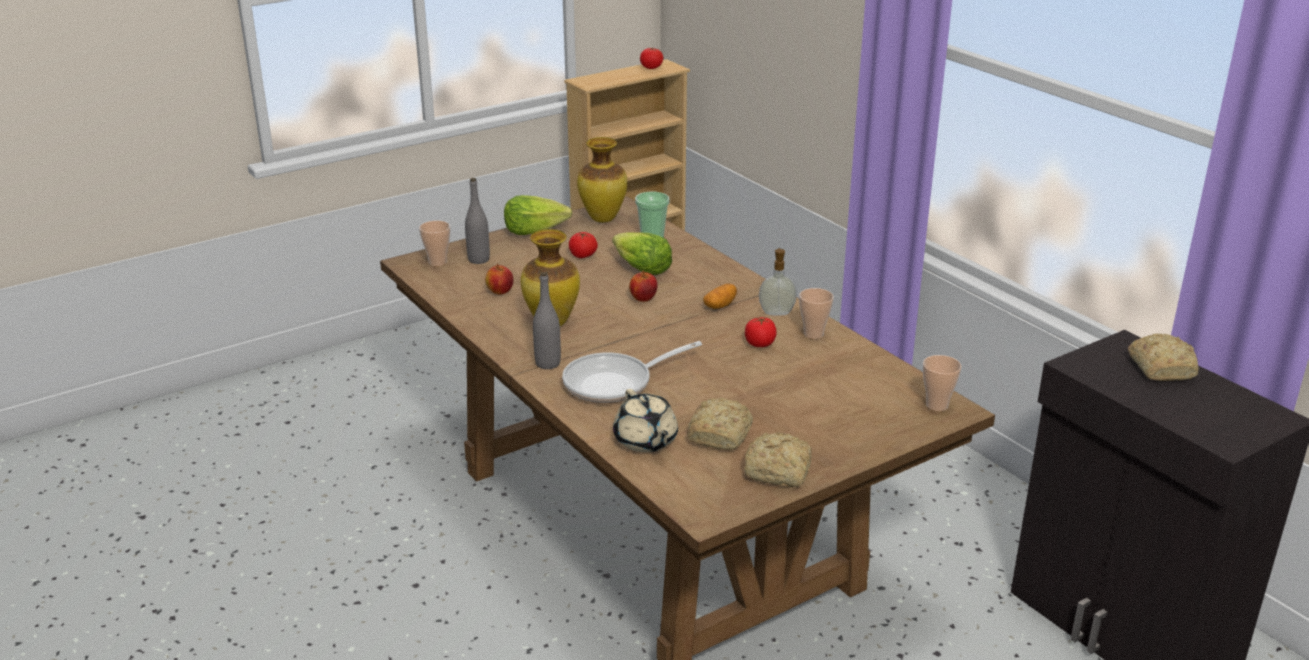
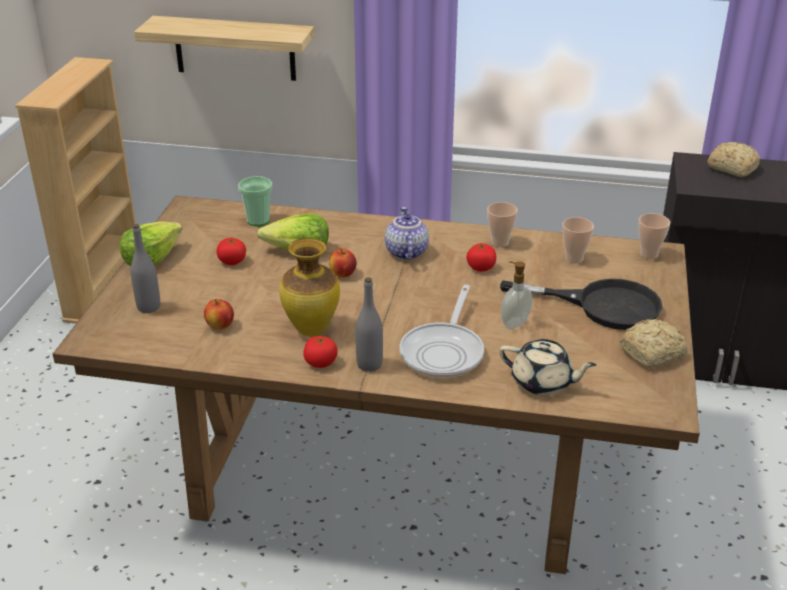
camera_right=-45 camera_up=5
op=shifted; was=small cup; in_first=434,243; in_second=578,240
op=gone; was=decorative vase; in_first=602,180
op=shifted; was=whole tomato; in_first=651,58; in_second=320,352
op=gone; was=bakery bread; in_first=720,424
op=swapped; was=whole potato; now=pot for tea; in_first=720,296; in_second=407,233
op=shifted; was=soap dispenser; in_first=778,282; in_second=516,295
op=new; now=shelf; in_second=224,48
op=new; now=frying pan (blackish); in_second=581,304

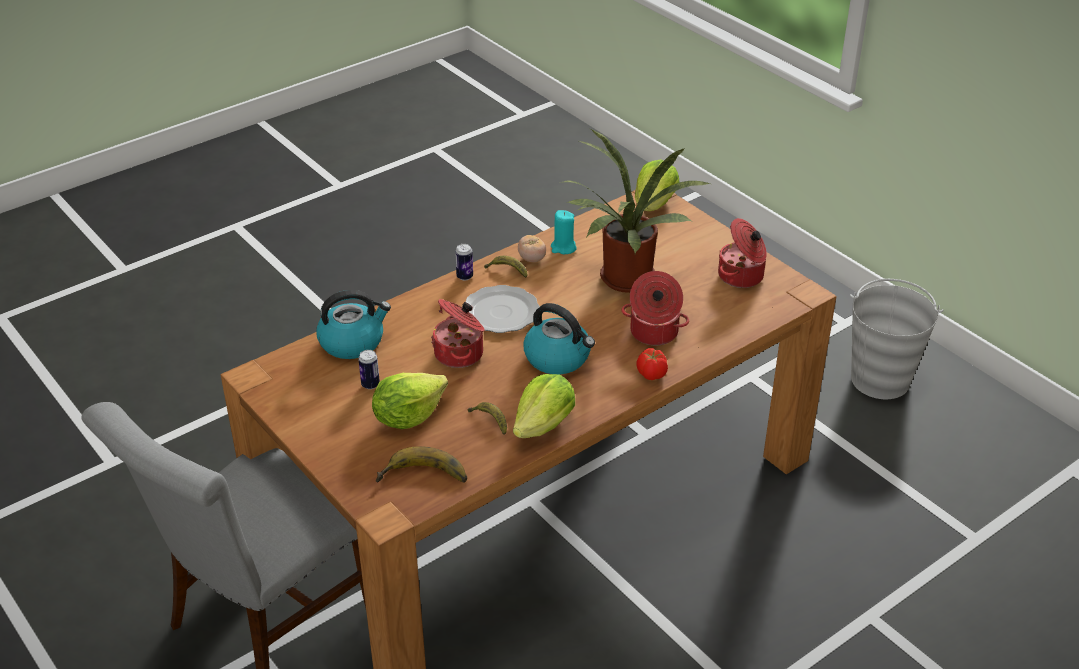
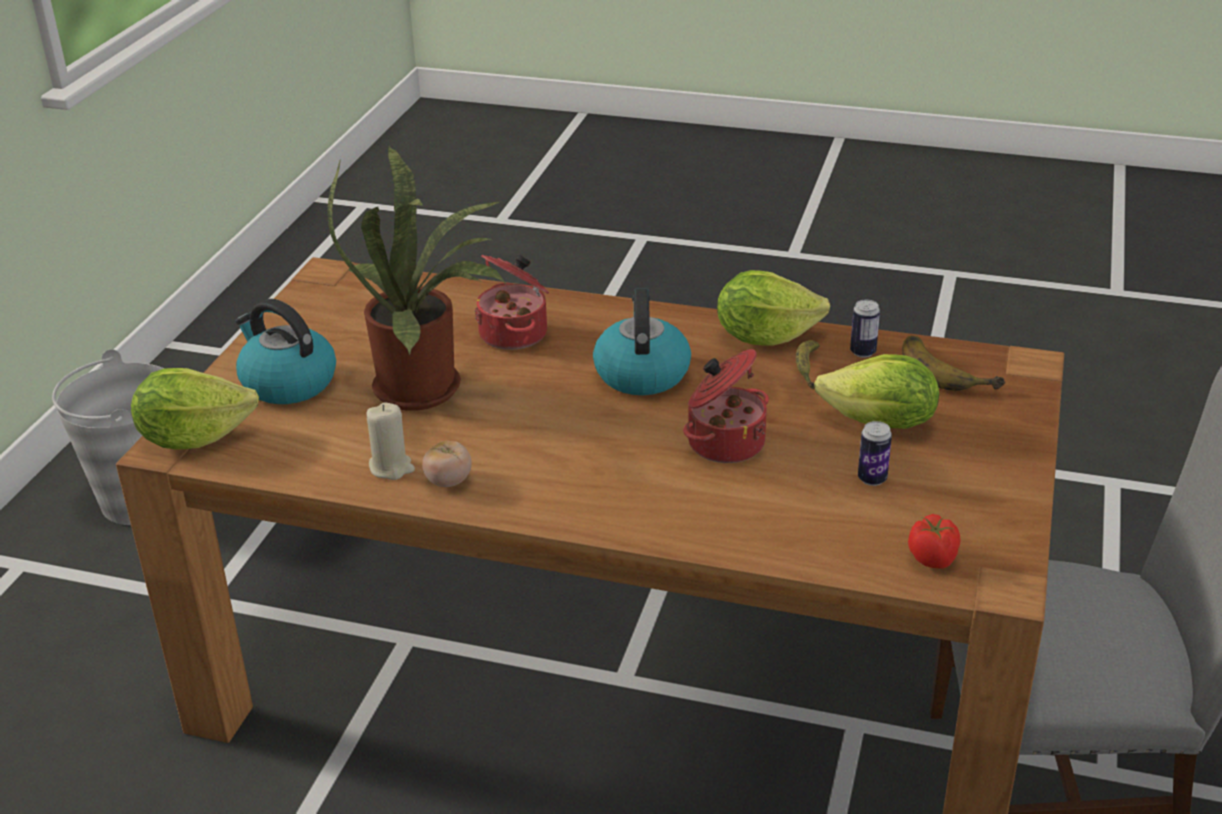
camera_right=-125 camera_up=-5
op=shifted; was=tea kettle; in_first=353,324; in_second=285,351
op=shifted; was=metal can; in_first=464,262; in_second=865,328
op=gone; was=dinner plate; in_first=501,309
op=gone; was=whole banana; in_first=505,267
op=repainted; was=candle (turquoise); now=candle (beige); in_first=564,232; in_second=390,441
op=shifted; was=whole tomato; in_first=652,364; in_second=934,541
op=gone; was=saucepot; in_first=742,253

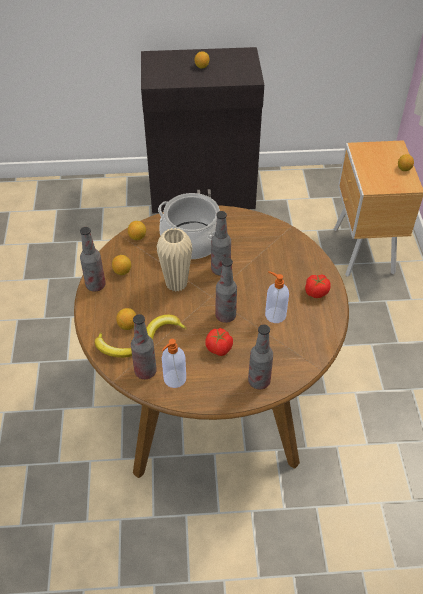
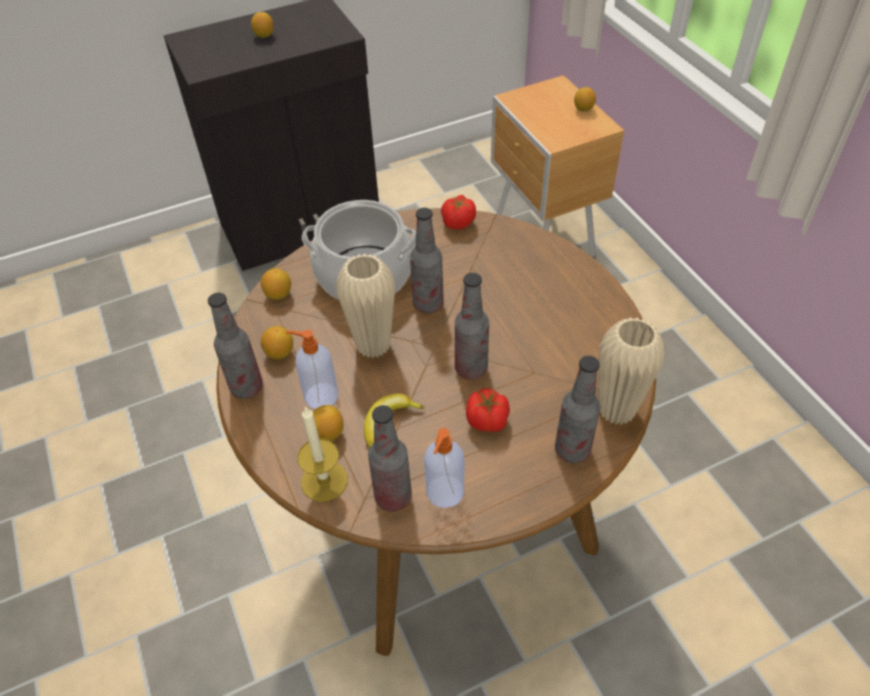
camera_right=-20 camera_up=0
op=swapped; was=whole banana; now=candle; in_first=113,345; in_second=322,454
op=shifted; was=soap dispenser; in_first=277,297; in_second=312,369
op=shifted; was=whole tomato; in_first=318,286; in_second=458,212
op=new; now=decorative vase (beige); in_second=632,371

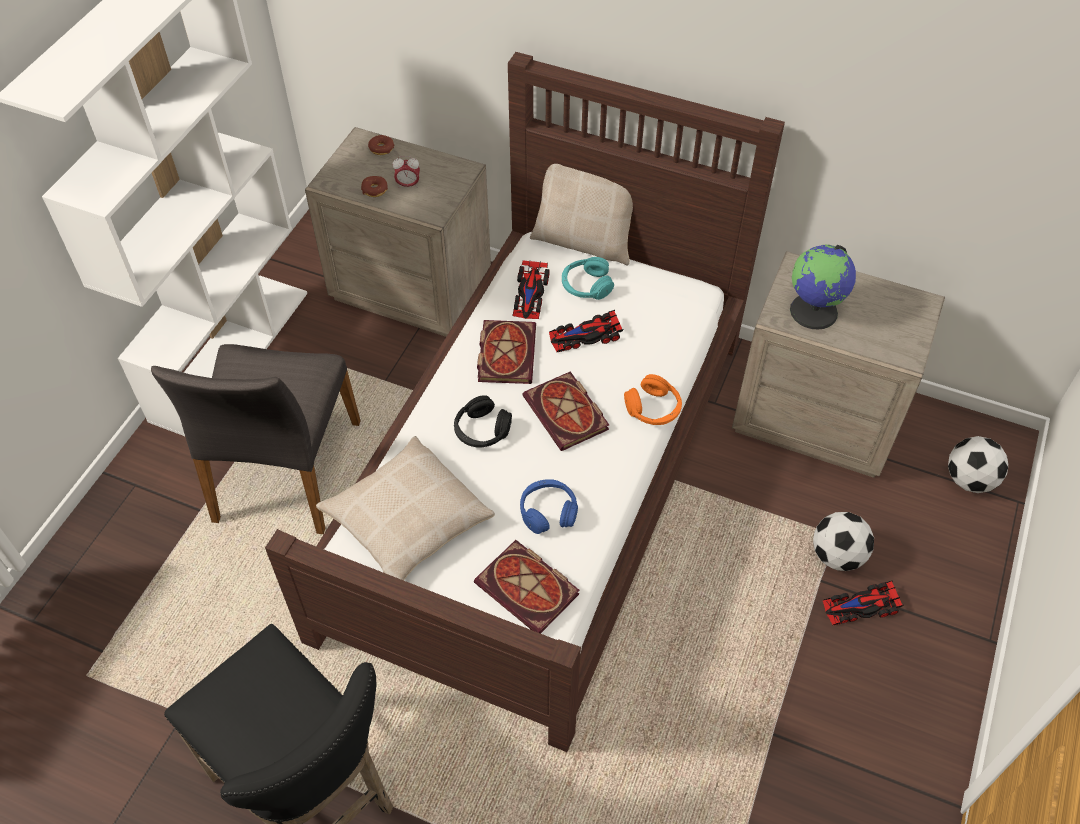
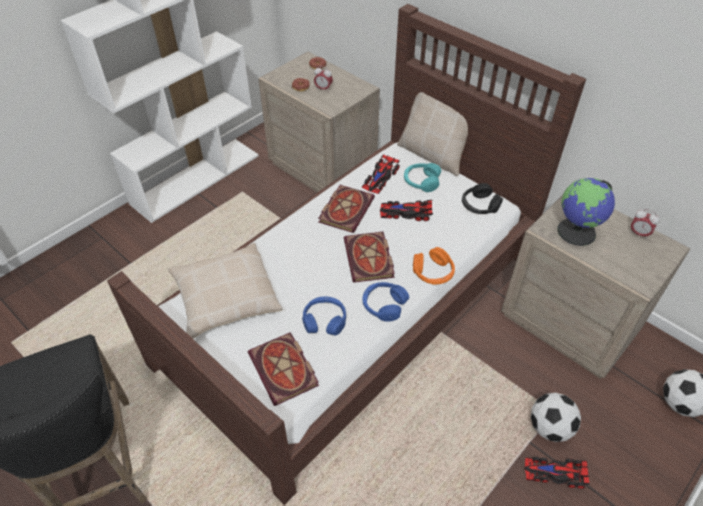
camera_right=20 camera_up=-5
op=gone; was=plain chair (grey); in_first=256,439
op=shifted; was=pair of headphones (blackish); in_first=483,421; in_second=482,198
op=new; now=pair of headphones (blue-coloured); in_second=385,302
op=new; now=bedside clock; in_second=645,223

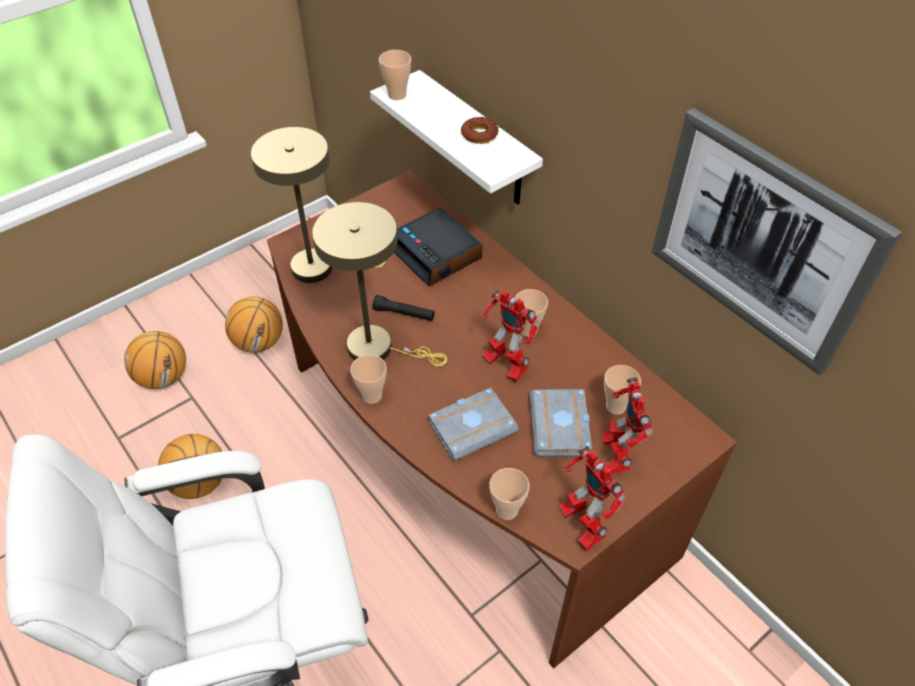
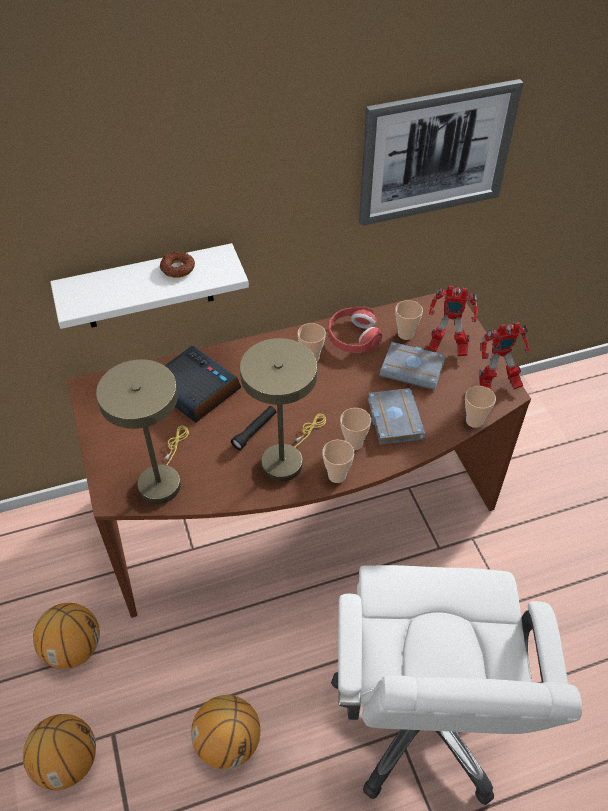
camera_right=-70 camera_up=0
op=shifted; was=small cup; in_first=395,75; in_second=355,429
op=rotated; was=bedside clock; in_first=438,247; in_second=202,384; clockwise=-120
op=gone; was=model robot; in_first=510,336
op=new; now=pair of headphones (red); in_second=355,330

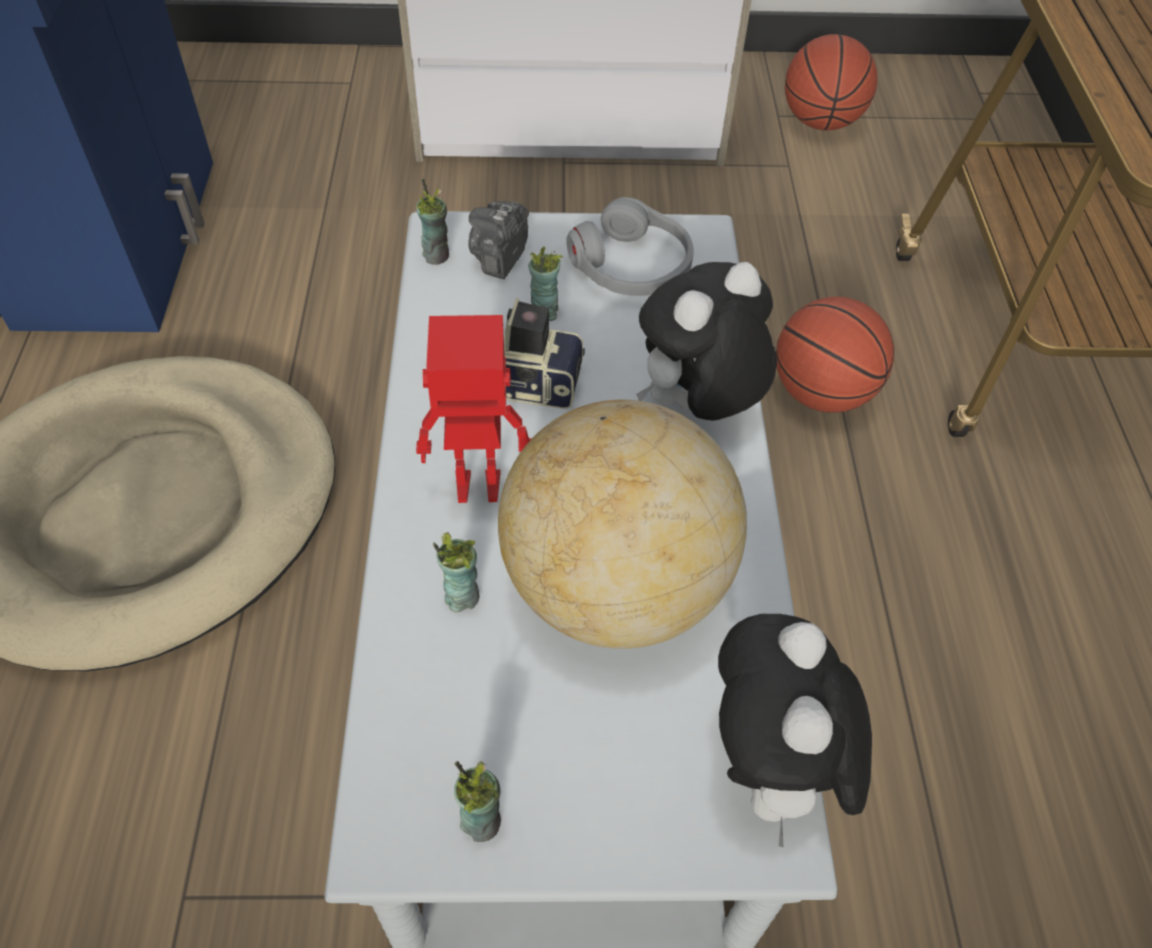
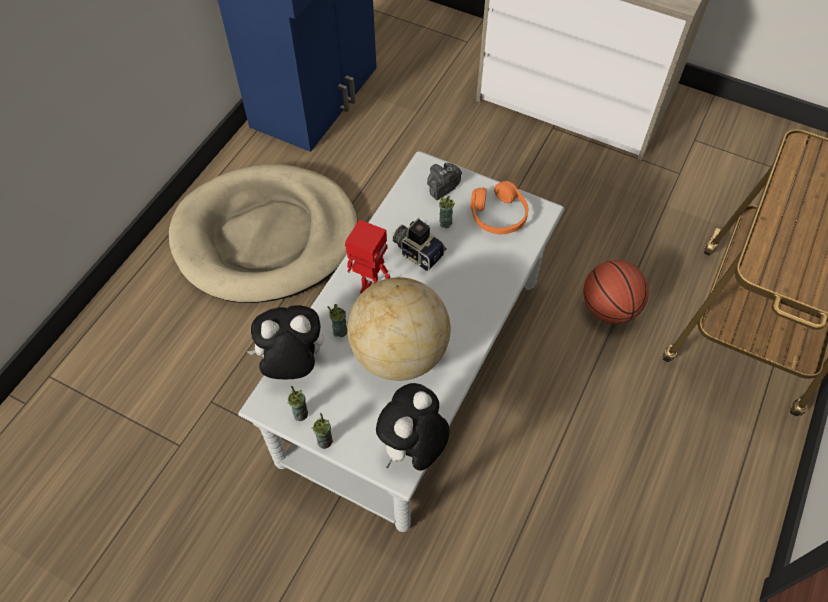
camera_right=30 camera_up=5
op=shifted; was=small cup; in_first=432,222; in_second=322,431
op=repainted; was=pair of headphones (grey); now=pair of headphones (orange); in_first=630,246; in_second=499,207
op=shifted; was=plush toy; in_first=706,341; in_second=285,342
op=gone; was=basketball; in_first=831,82

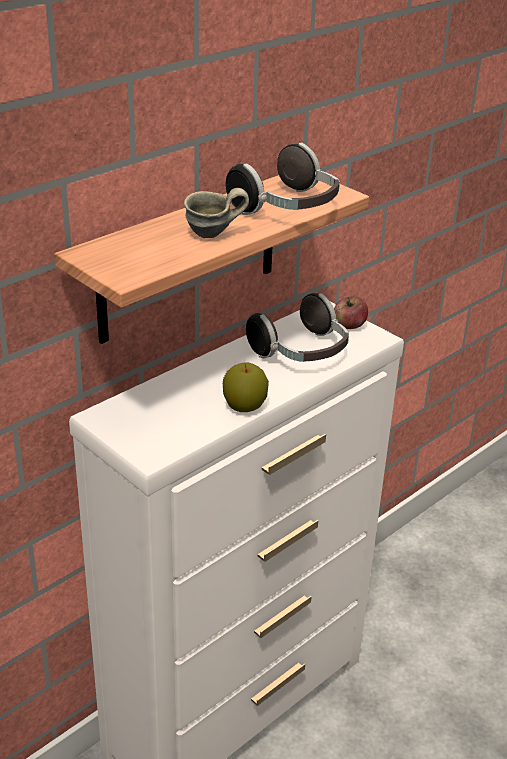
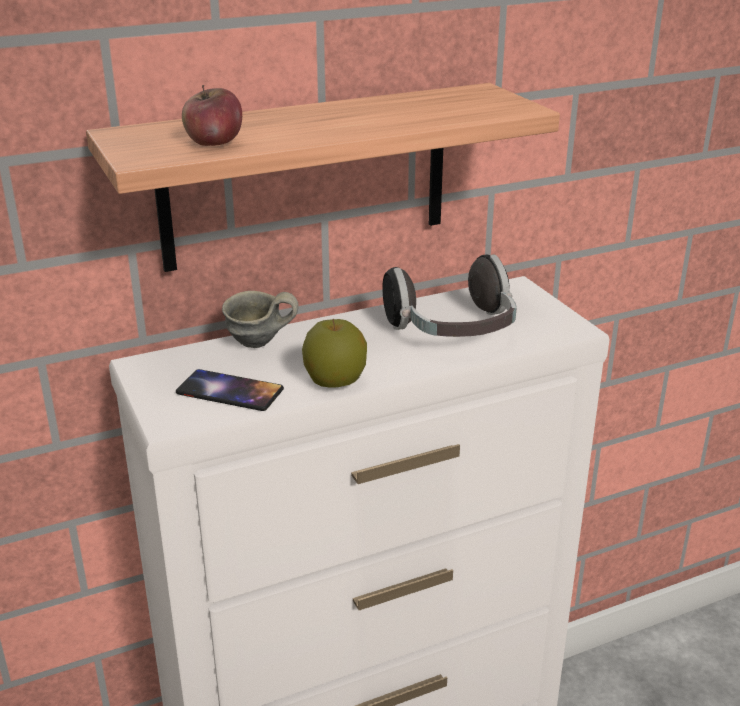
camera_right=20 camera_up=-5
op=shifted; was=mug (grey); in_first=216,213; in_second=260,319
op=gone; was=pair of headphones; in_first=282,179
op=shifted; was=apple fruit; in_first=351,312; in_second=212,115
op=new; now=phone; in_second=230,390

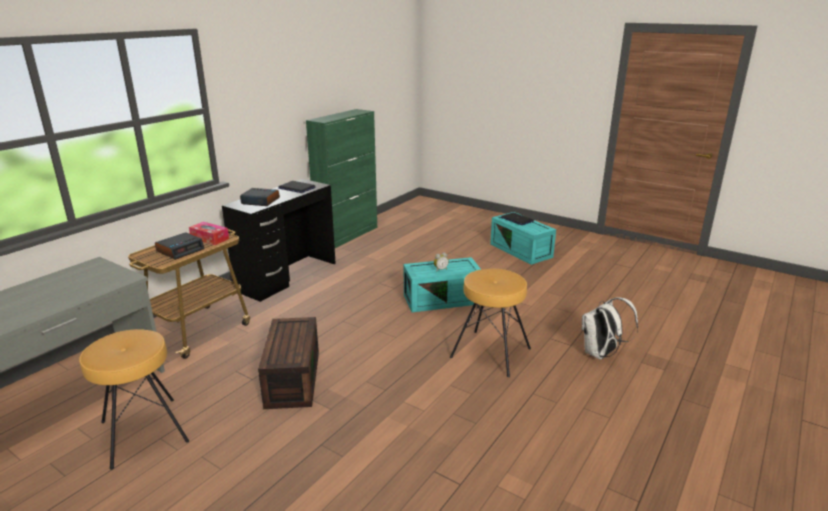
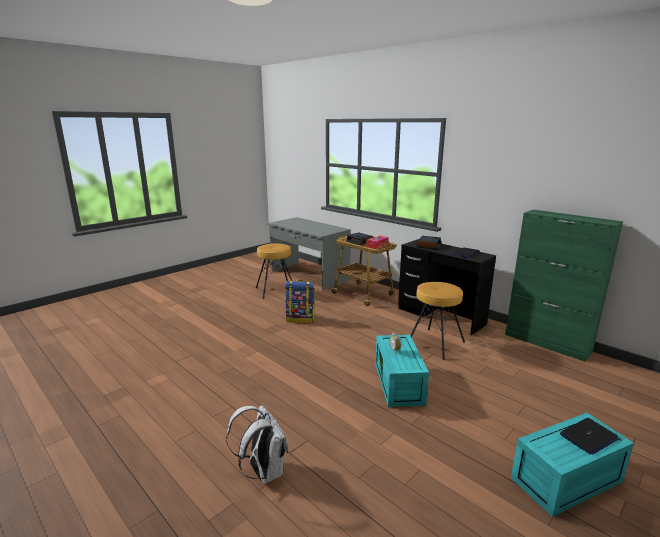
camera_right=100 camera_up=-5
op=swapped; was=storage bin (brown-coloured); now=knapsack; in_first=288,363; in_second=300,301
op=shifted; was=sitting stool (brown-coloured); in_first=490,323; in_second=437,321

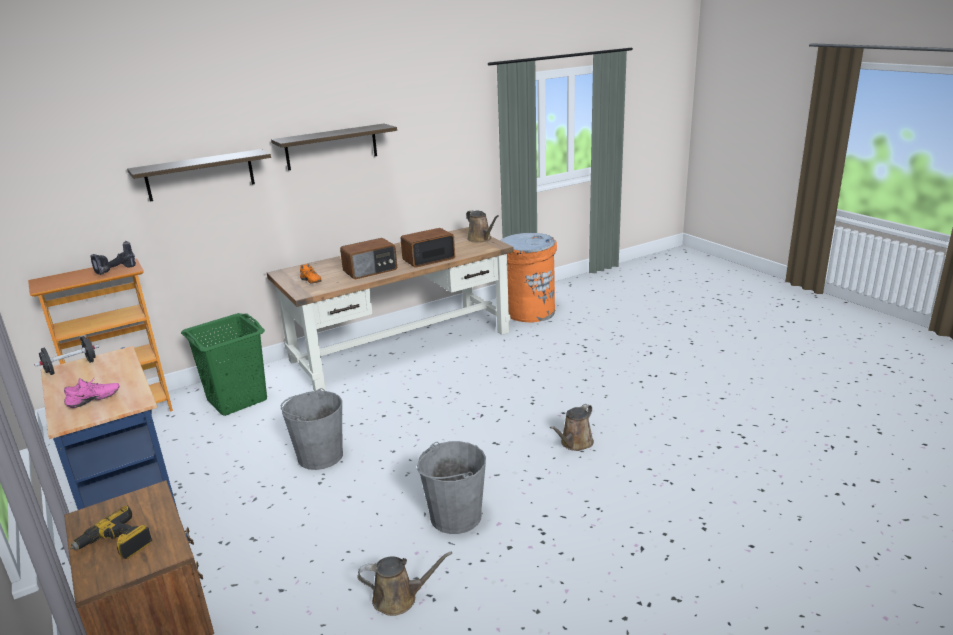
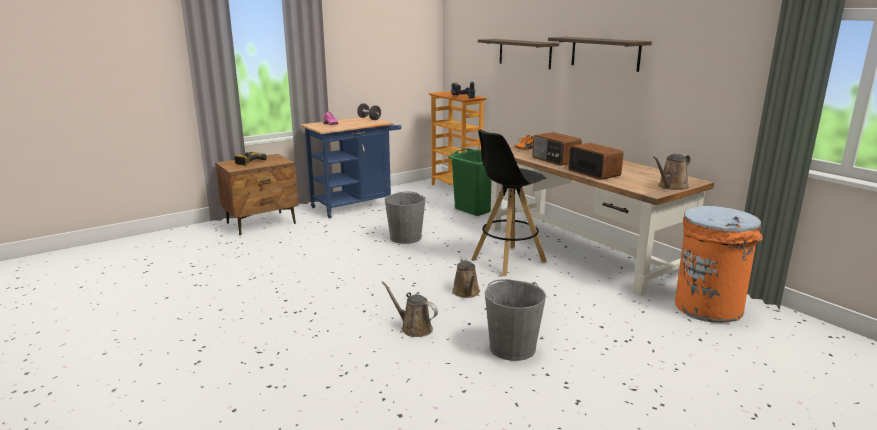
camera_right=85 camera_up=-5
op=shifted; was=watering can (brown-coloured); in_first=404,584; in_second=466,278
op=shifted; was=water bucket (grey); in_first=451,487; in_second=515,320
op=new; now=sitting stool (blackish); in_second=509,202

